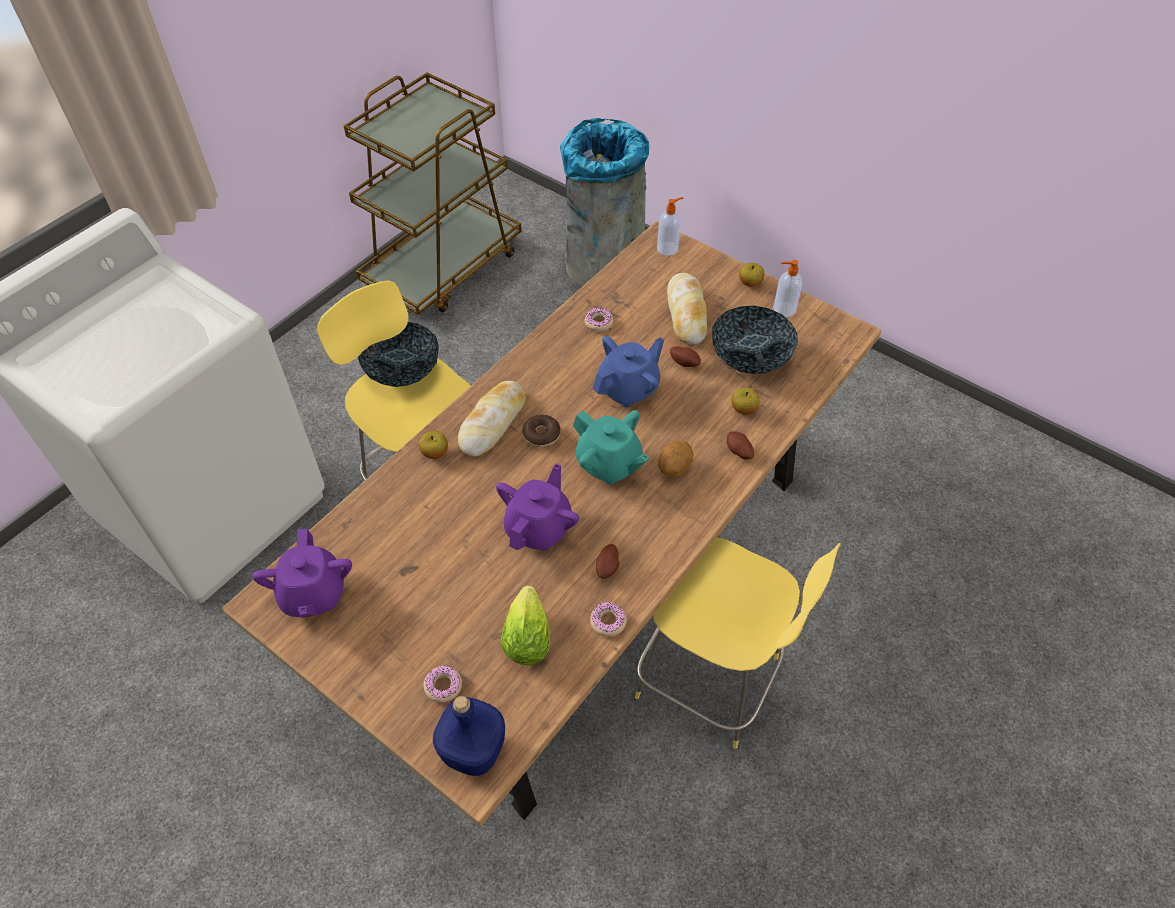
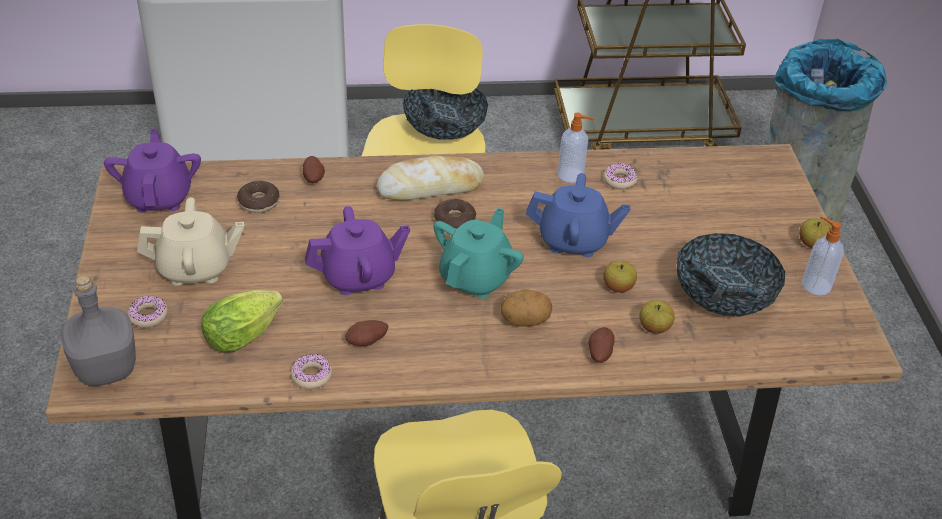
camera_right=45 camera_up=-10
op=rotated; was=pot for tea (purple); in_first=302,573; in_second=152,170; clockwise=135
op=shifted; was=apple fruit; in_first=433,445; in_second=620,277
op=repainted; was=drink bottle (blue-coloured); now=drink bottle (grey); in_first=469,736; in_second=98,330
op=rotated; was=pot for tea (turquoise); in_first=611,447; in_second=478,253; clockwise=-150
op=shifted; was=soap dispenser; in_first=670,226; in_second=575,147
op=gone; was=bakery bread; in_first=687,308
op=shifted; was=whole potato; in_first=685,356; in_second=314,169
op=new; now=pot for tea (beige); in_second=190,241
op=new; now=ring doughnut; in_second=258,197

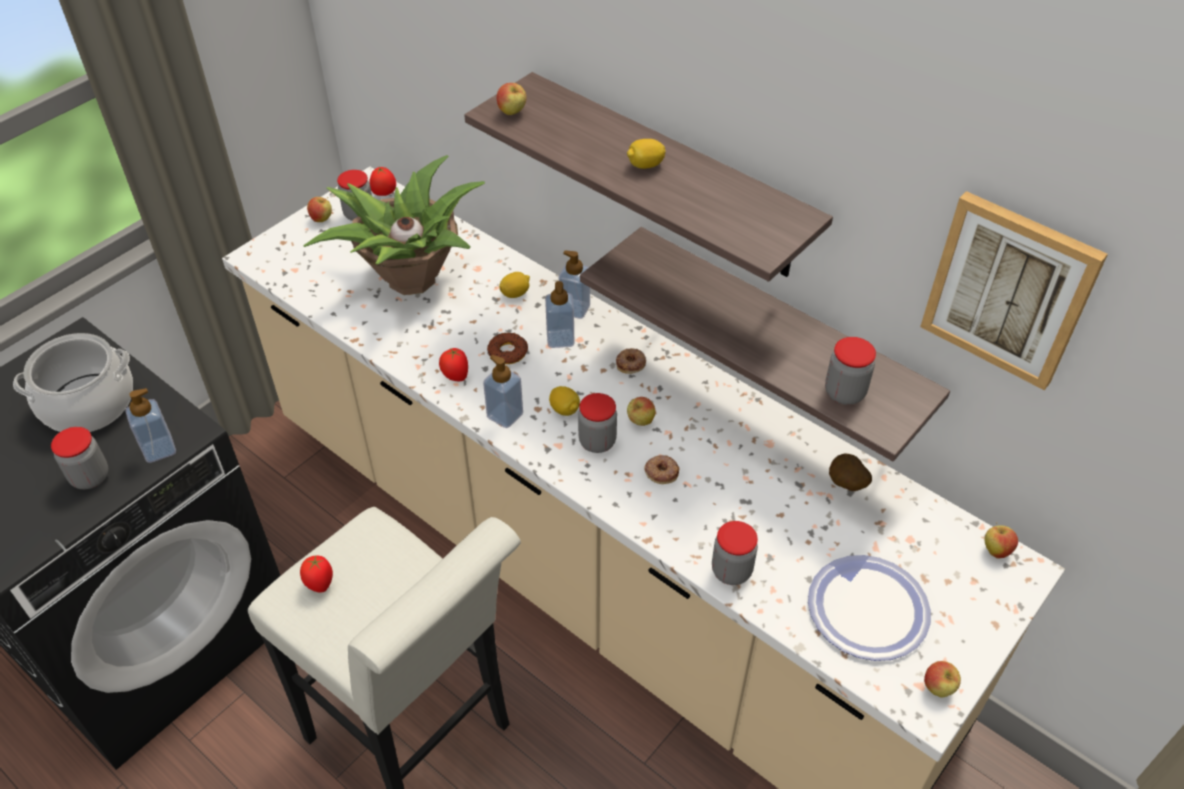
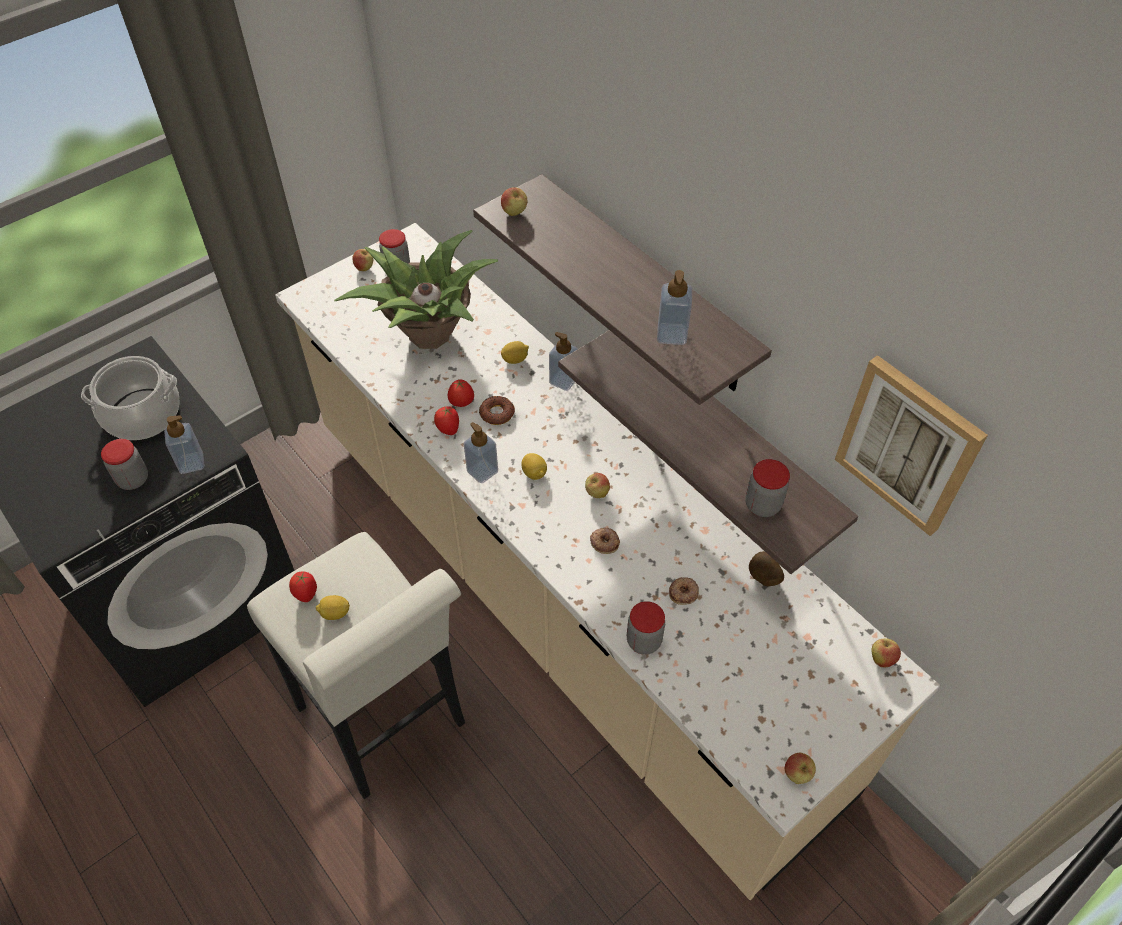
camera_right=10 camera_up=5
op=shifted; was=whole tomato; in_first=382,181; in_second=461,393
op=shifted; was=soap dispenser; in_first=559,314; in_second=674,307
op=gone; was=jar; in_first=597,423
op=shifted; was=ring doughnut; in_first=631,361; in_second=684,591
op=shifted; was=citrus fruit; in_first=646,154; in_second=333,607
op=gone; was=dinner plate; in_first=869,608

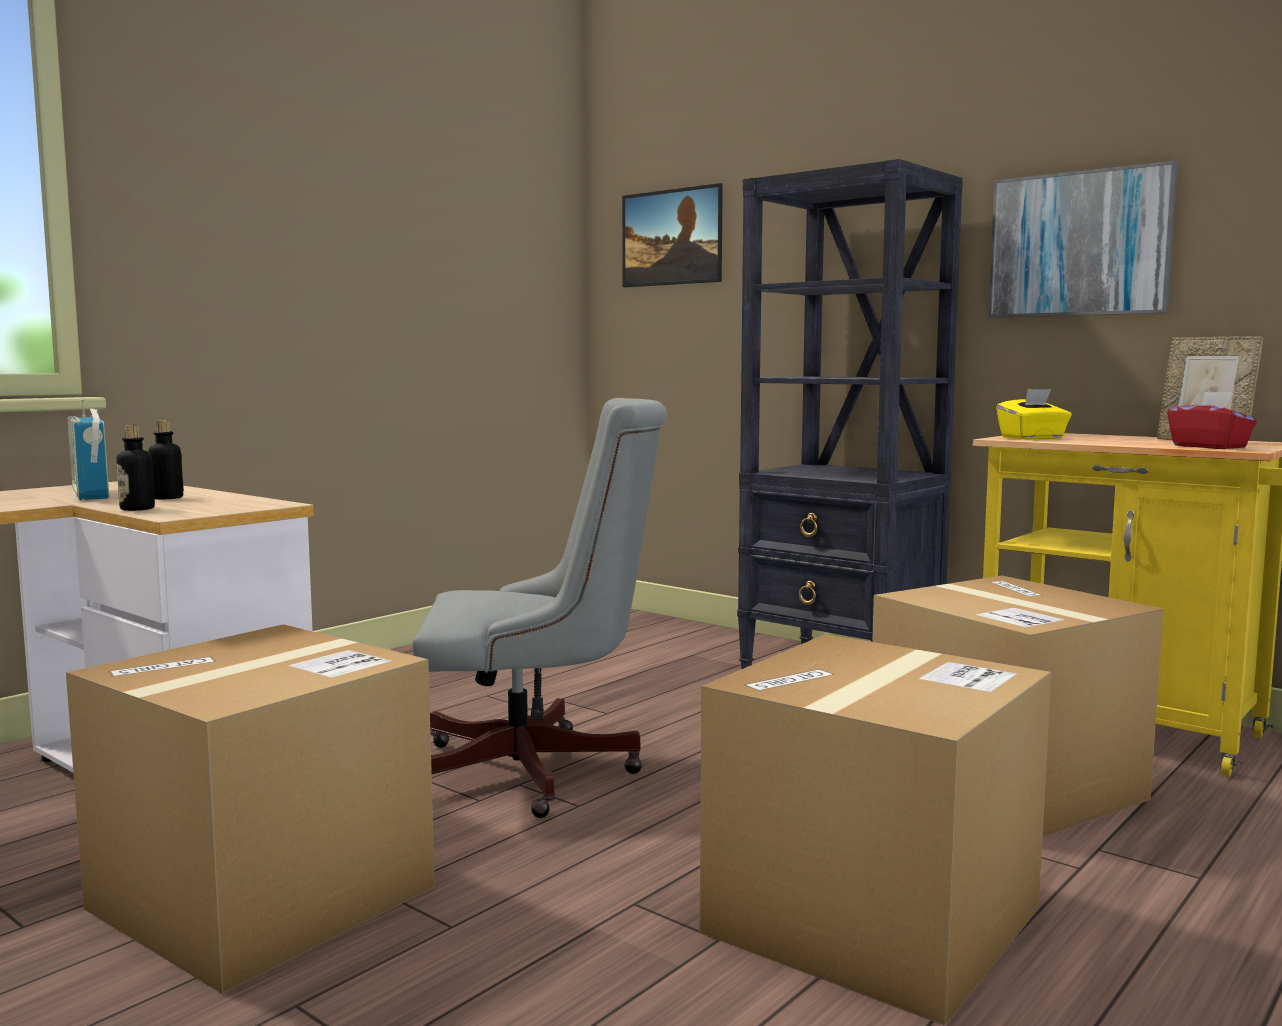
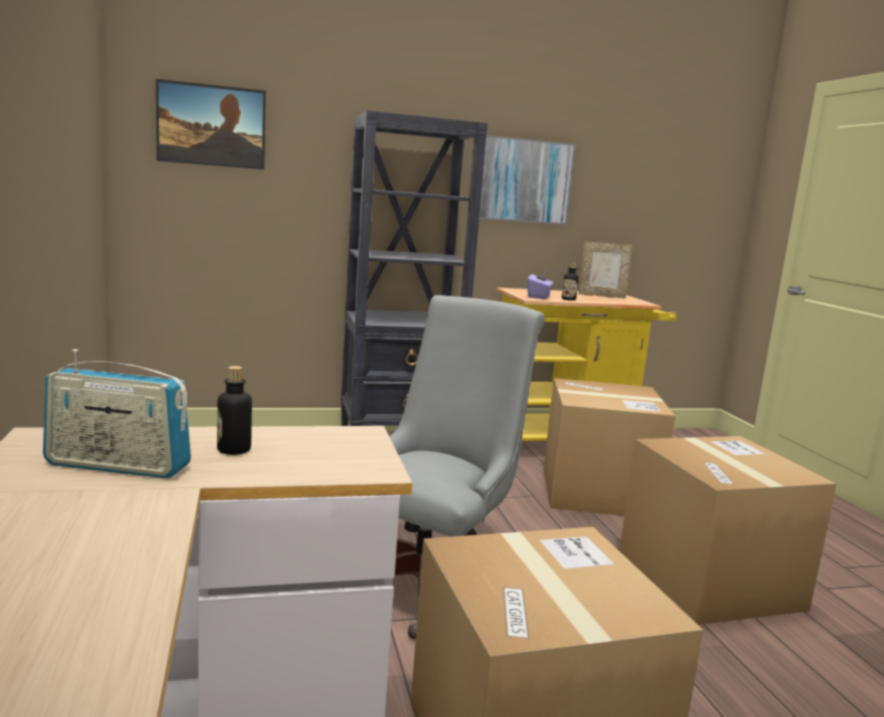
camera_right=-55 camera_up=5
op=shifted; was=drink bottle; in_first=135,468; in_second=570,281
op=repainted; was=box of tissues (yellowish); now=box of tissues (purple); in_first=1034,414; in_second=540,284
op=gone; was=box of tissues (red); in_first=1212,420

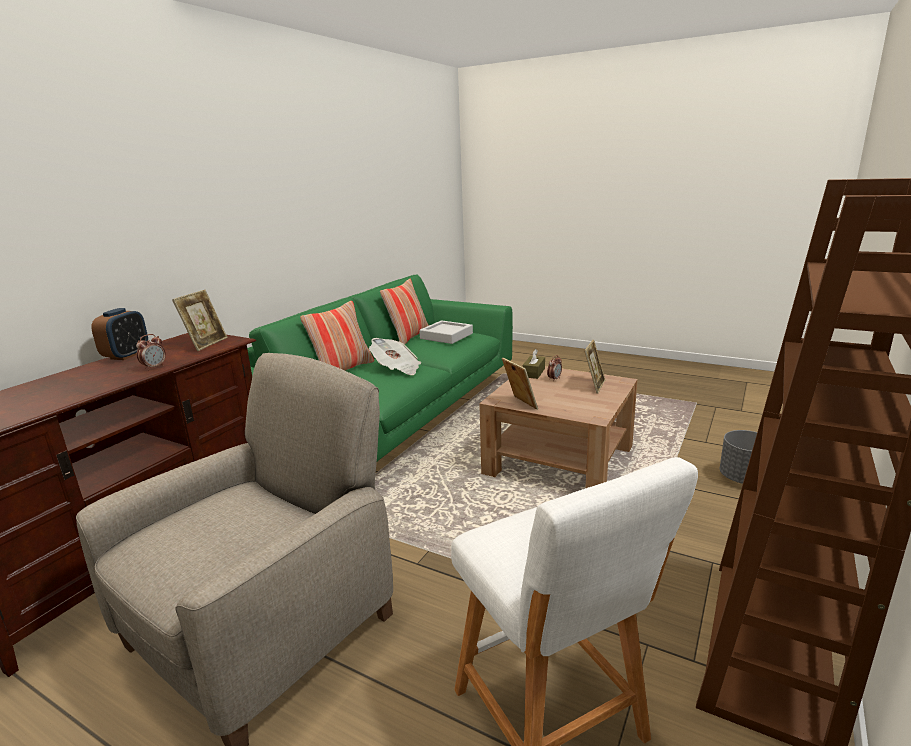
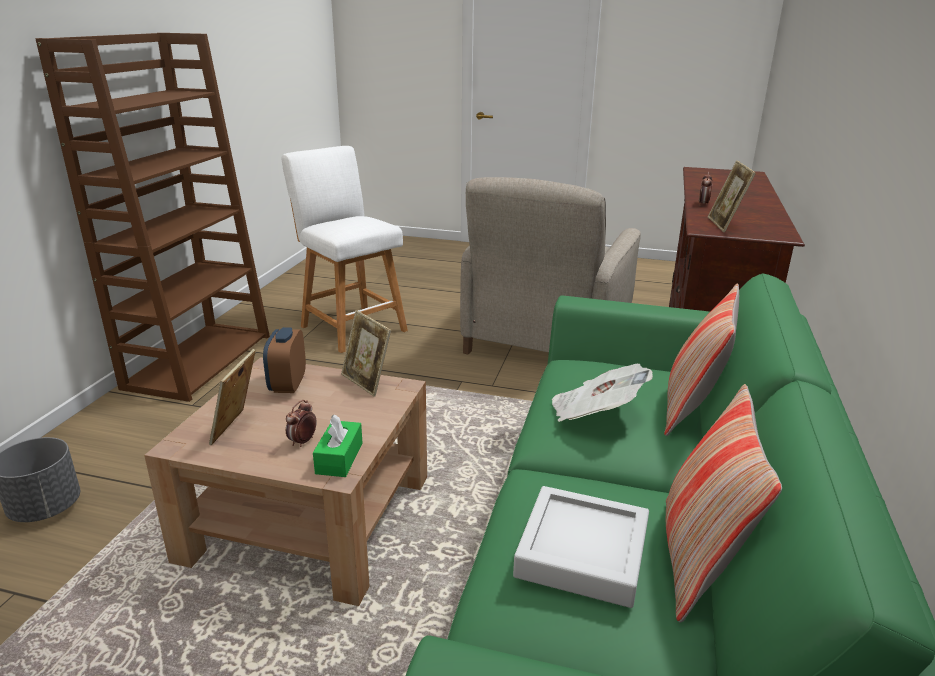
camera_right=165 camera_up=5
op=shifted; was=bedside clock; in_first=120,334; in_second=284,360
op=repainted; was=box of tissues (brown-coloured); now=box of tissues (green-coloured); in_first=533,364; in_second=338,446

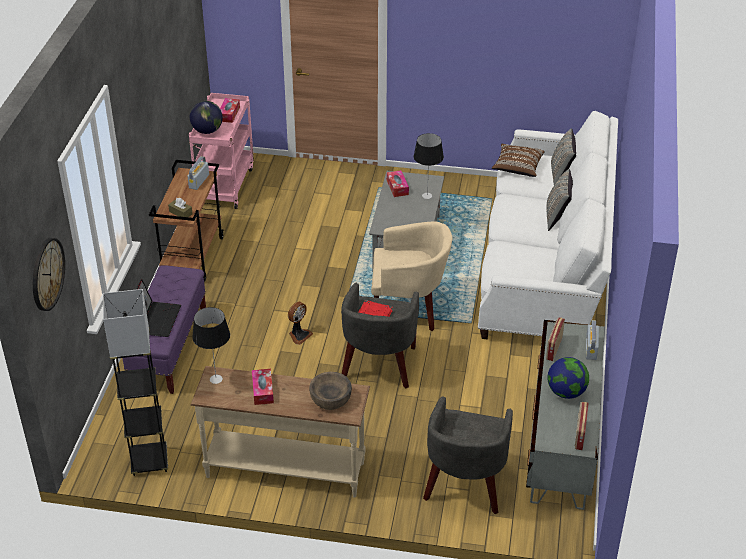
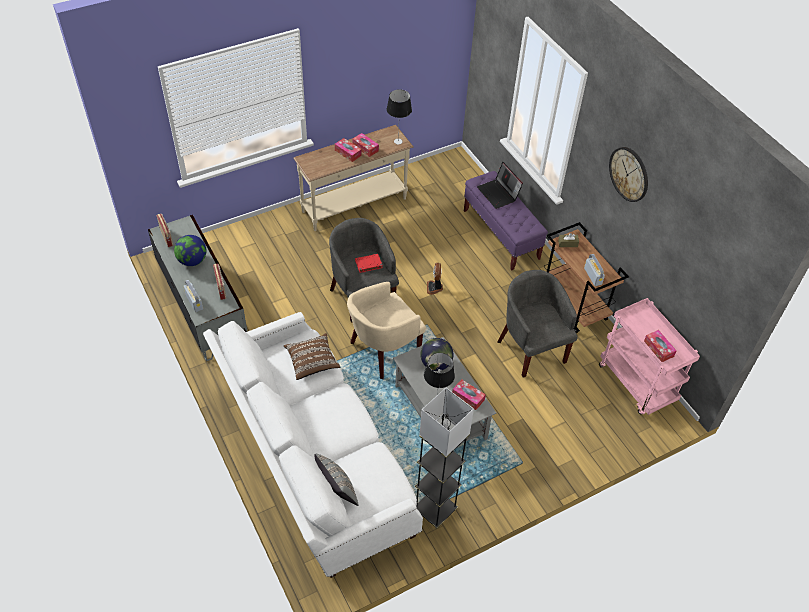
camera_right=140 camera_up=10
op=shifted; was=hanging clock; in_first=49,274; in_second=628,174
op=shifted; was=floor lamp (grey); in_first=135,382; in_second=444,458
op=shifted; was=world globe; in_first=206,117; in_second=437,354
op=gone; was=bowl (brown-coloured); in_first=330,391
op=shifted; was=easy chair (grey); in_first=468,455; in_second=537,324
op=shifted; was=throw pillow (brown-coloured); in_first=518,160; in_second=312,356
op=gone; was=throw pillow (grey); in_first=560,200
op=new; now=box of tissues; in_second=348,150

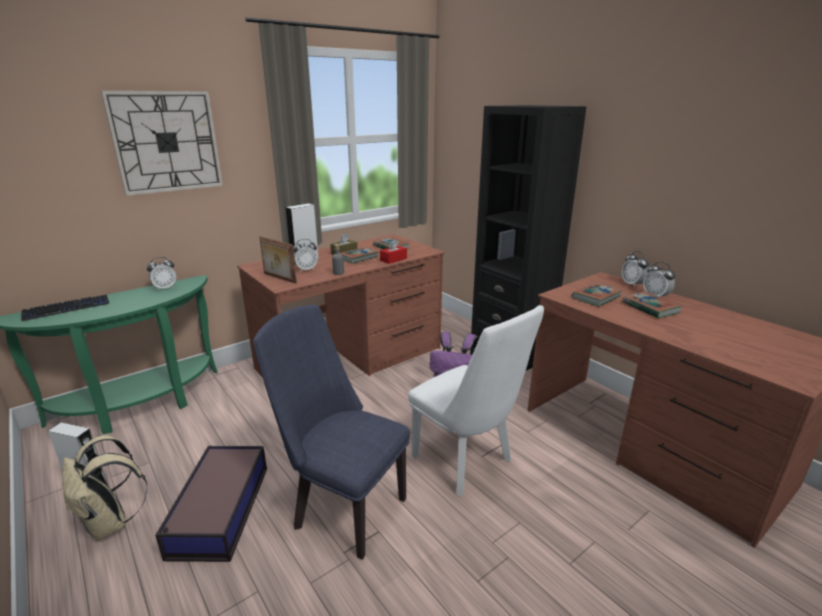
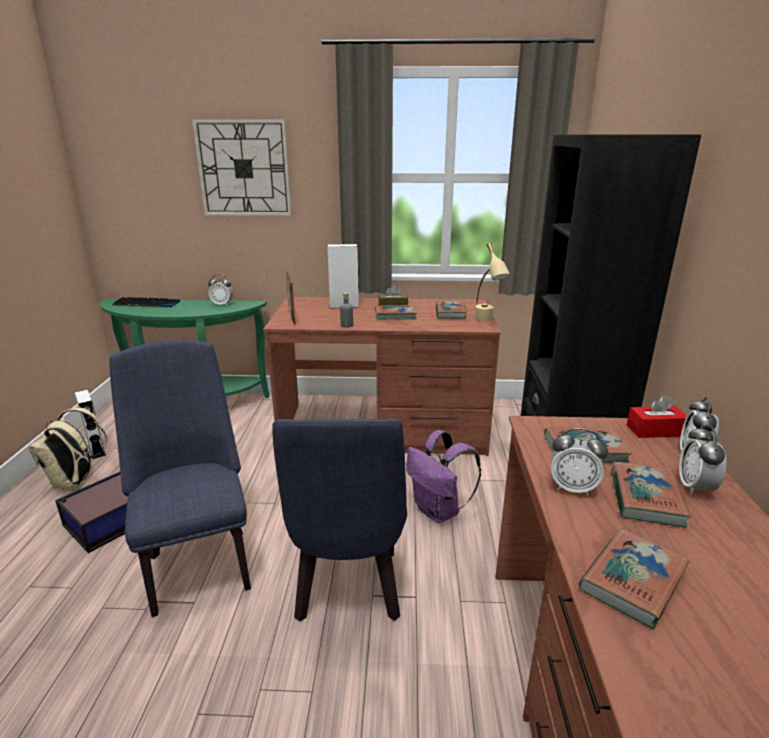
camera_right=40 camera_up=0
op=shifted; was=bedside clock; in_first=305,255; in_second=579,462
op=shifted; was=box of tissues (red); in_first=393,251; in_second=657,416
op=repainted; was=plain chair (white-coloured); now=plain chair (blue-coloured); in_first=476,400; in_second=339,520
op=new; now=table lamp (beige); in_second=493,282
op=new; now=book; in_second=634,579

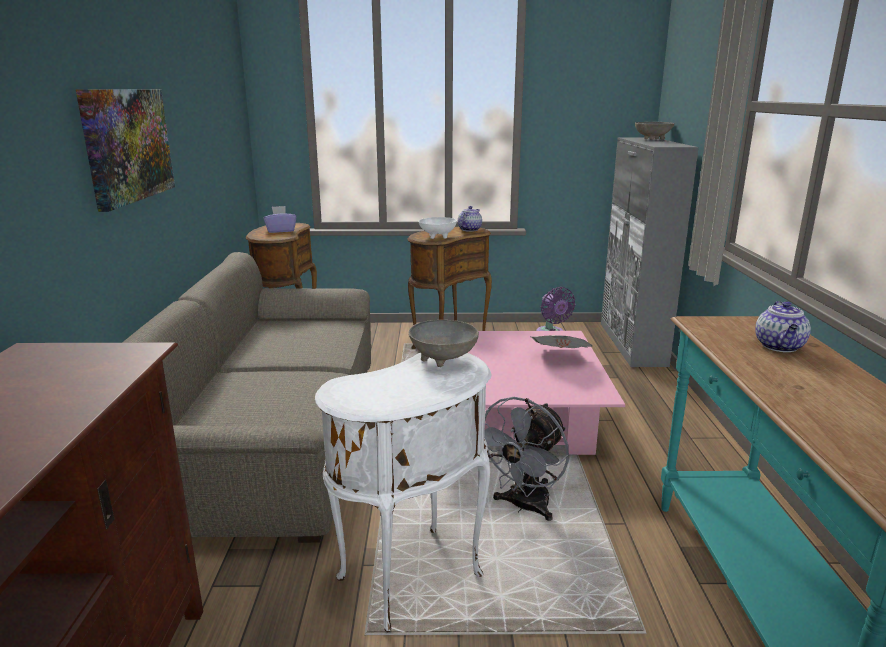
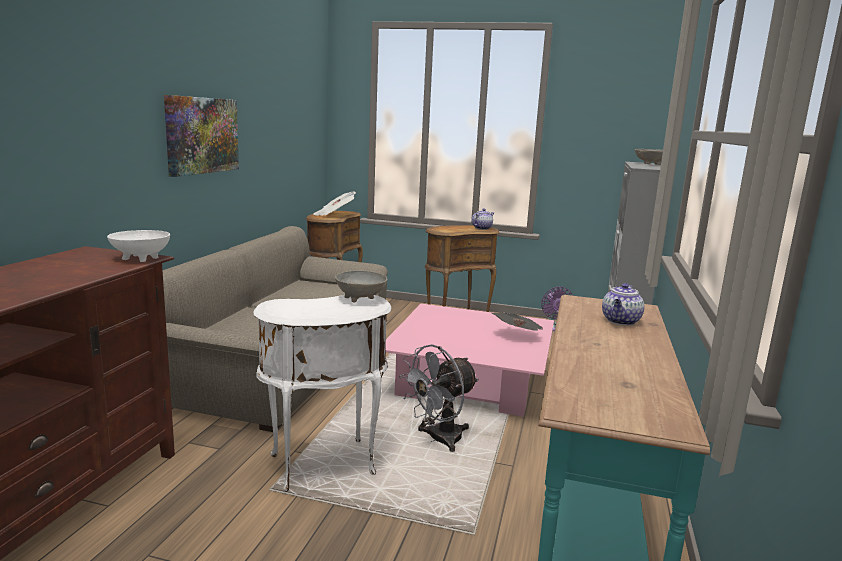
camera_right=15 camera_up=-5
op=swapped; was=box of tissues (purple); now=printed paper; in_first=279,219; in_second=334,204
op=shifted; was=bowl (white-coloured); in_first=437,228; in_second=138,246

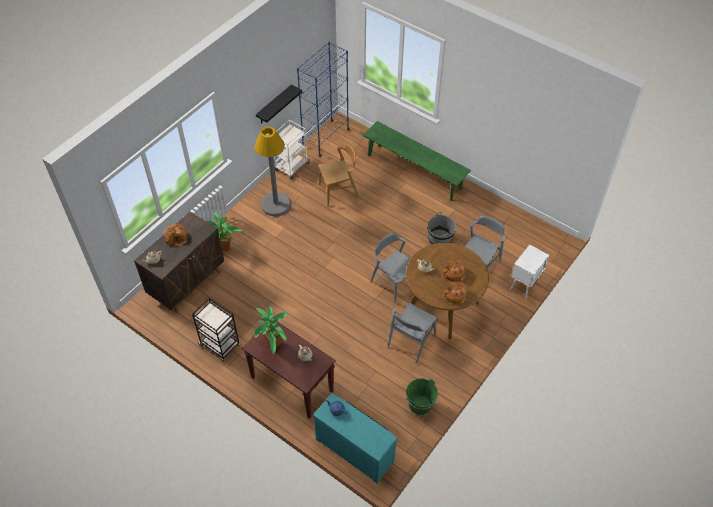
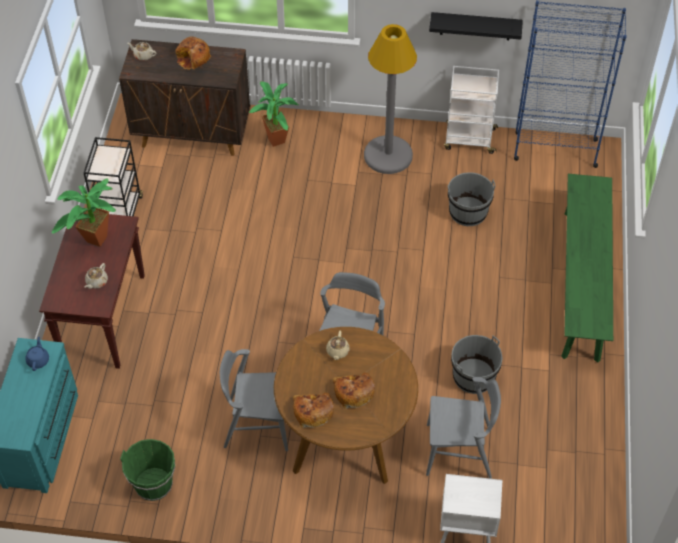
camera_right=60 camera_up=0
op=swapped; was=plain chair (brown-coloured); now=water bucket (grey); in_first=339,175; in_second=471,199

